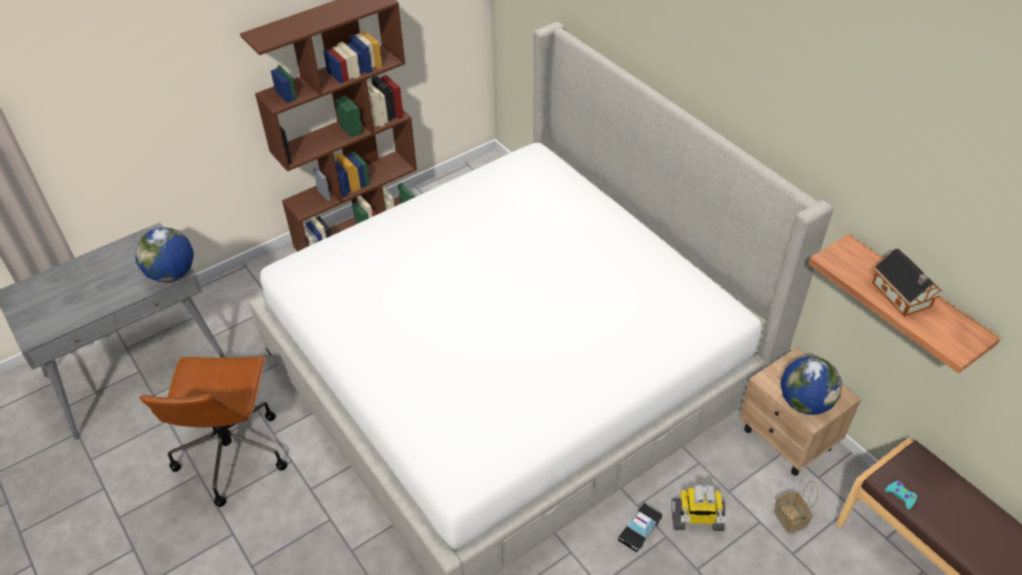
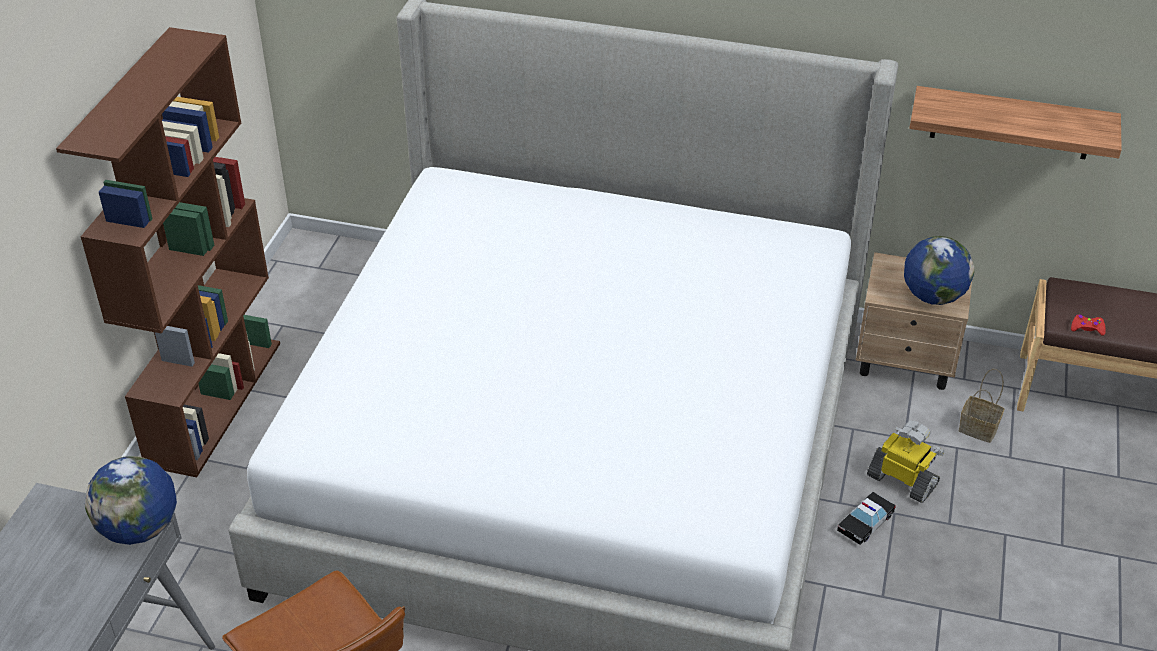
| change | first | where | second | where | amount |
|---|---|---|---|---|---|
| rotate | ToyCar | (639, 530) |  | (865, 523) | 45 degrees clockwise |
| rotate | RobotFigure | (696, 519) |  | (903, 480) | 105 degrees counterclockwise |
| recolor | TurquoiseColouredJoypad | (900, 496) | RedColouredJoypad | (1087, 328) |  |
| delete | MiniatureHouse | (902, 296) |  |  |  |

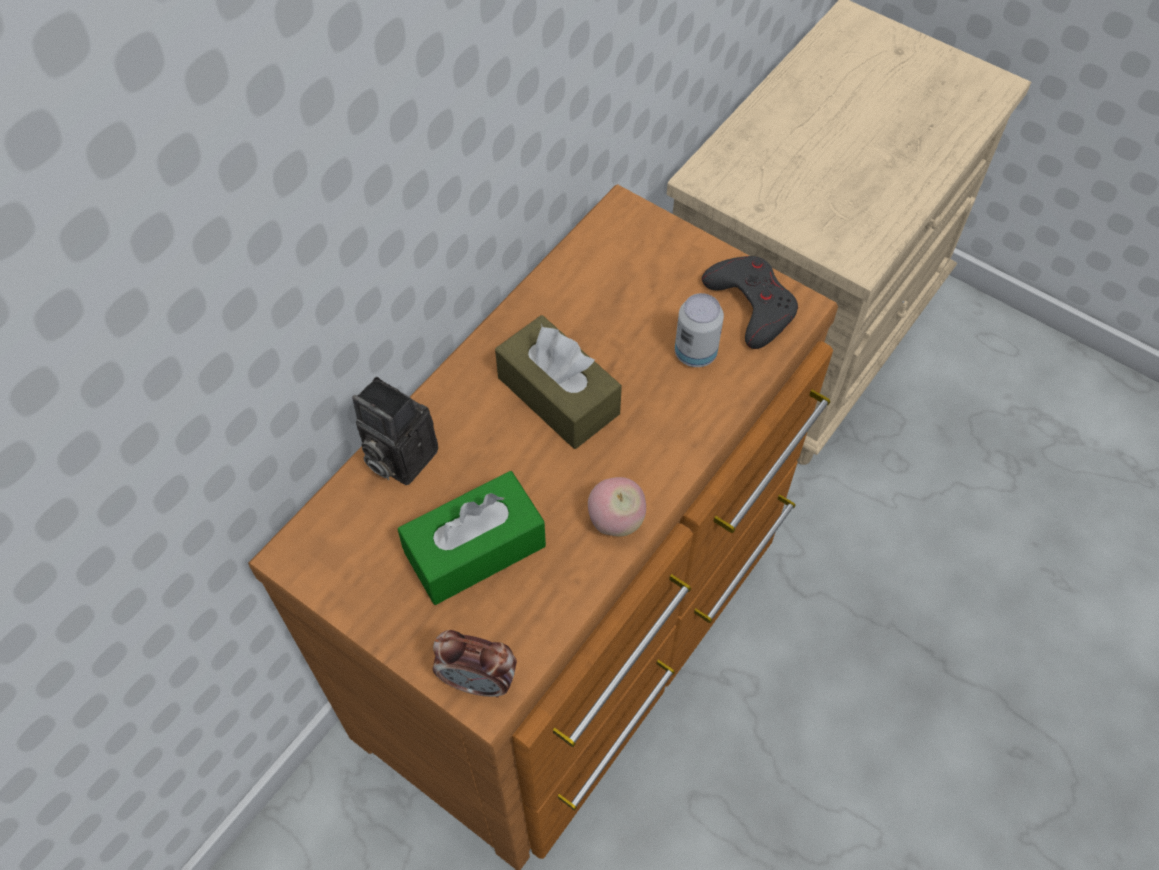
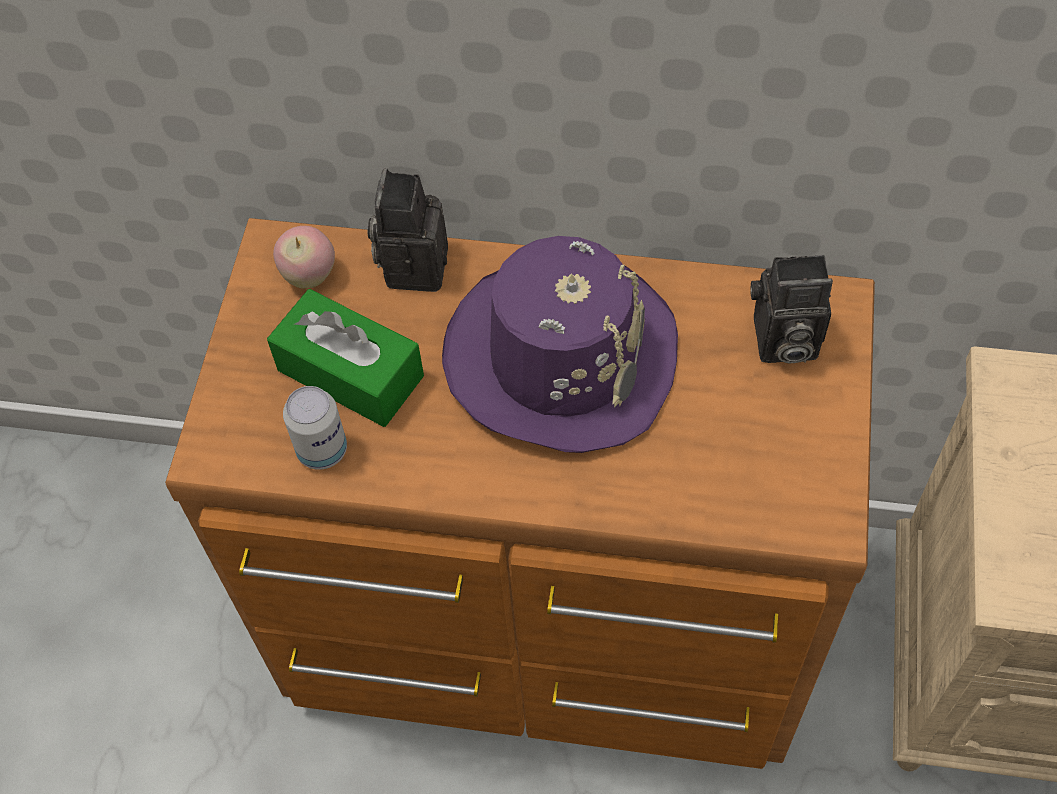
| change | first | where | second | where | amount |
|---|---|---|---|---|---|
| move | Apple | (616, 521) |  | (309, 276) |  |
| move | SealedCan | (695, 353) |  | (322, 450) |  |
| replace | BrownishTissueBox | (558, 395) | PurpleColouredWearableHat | (561, 356) |  |
| insert |  |  | PhotoCamera | (782, 342) |  |
| delete | BedsideClock | (478, 681) |  |  |  |
| delete | GreyishJoypad | (751, 305) |  |  |  |

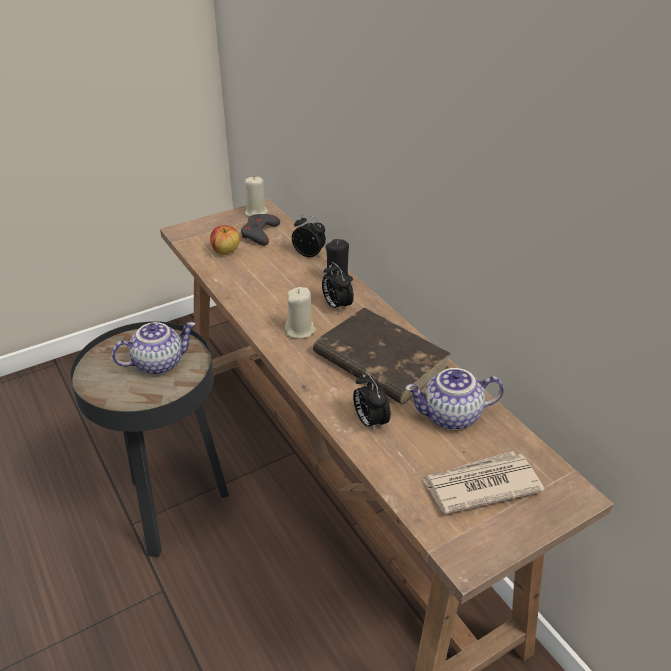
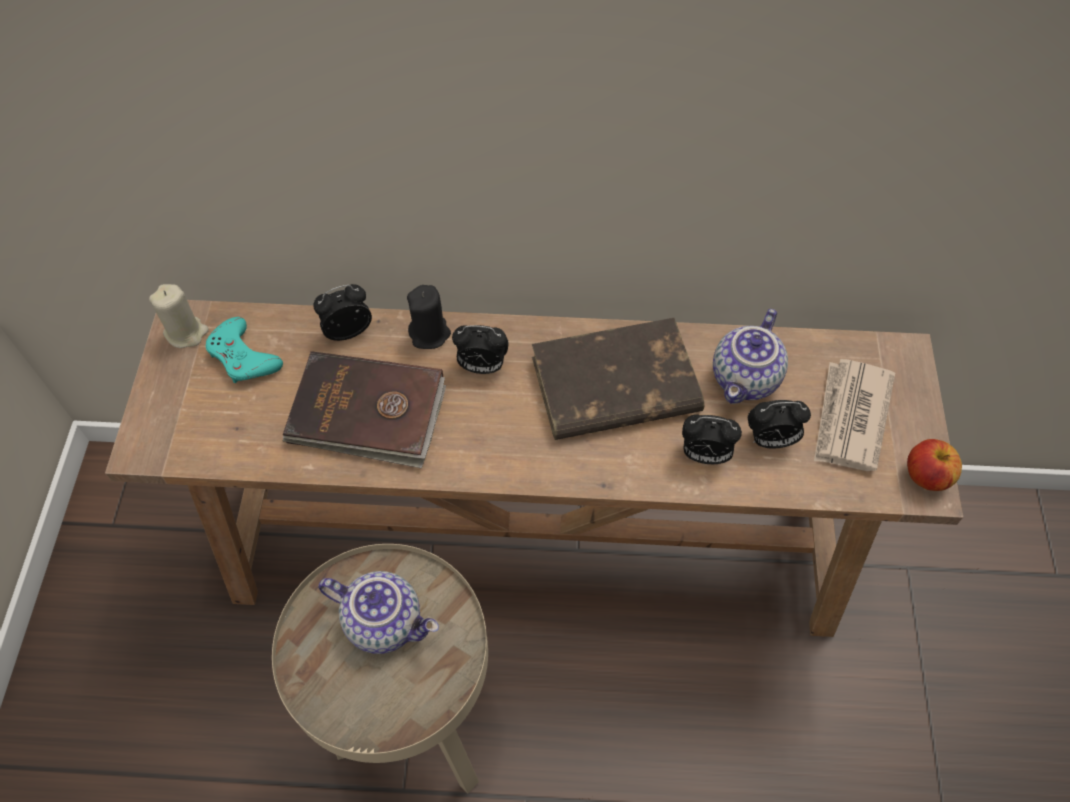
| change | first | where | second | where | amount |
|---|---|---|---|---|---|
| recolor | GreyishJoypad | (260, 233) | TurquoiseColouredJoypad | (243, 357) |  |
| recolor | BlackAccentTable | (173, 509) | BeigeColouredAccentTable | (416, 728) |  |
| insert |  |  | BrownishBook | (367, 413) |  |
| rotate | TeaPot | (159, 363) |  | (385, 621) | 105 degrees clockwise |
| insert |  |  | BedsideClock | (770, 440) |  |
| move | Apple | (226, 251) |  | (925, 476) |  |
| delete | BeigeColouredCandle | (300, 330) |  |  |  |

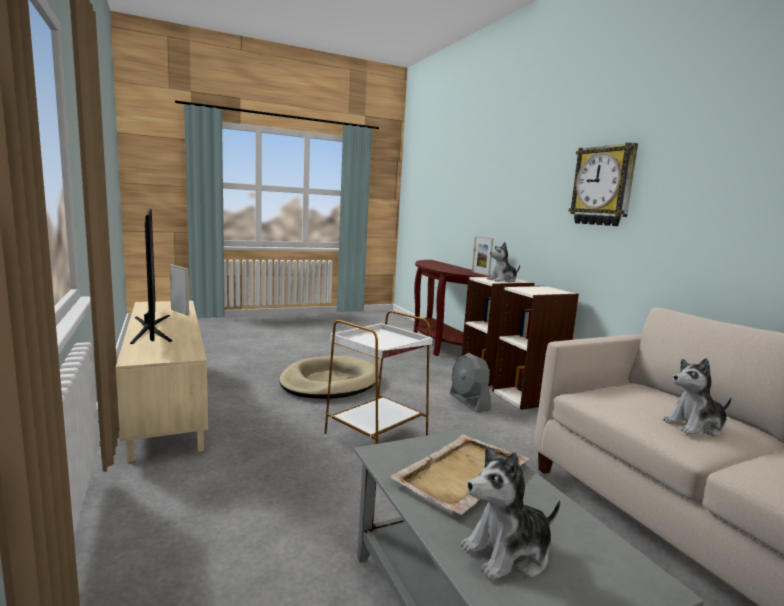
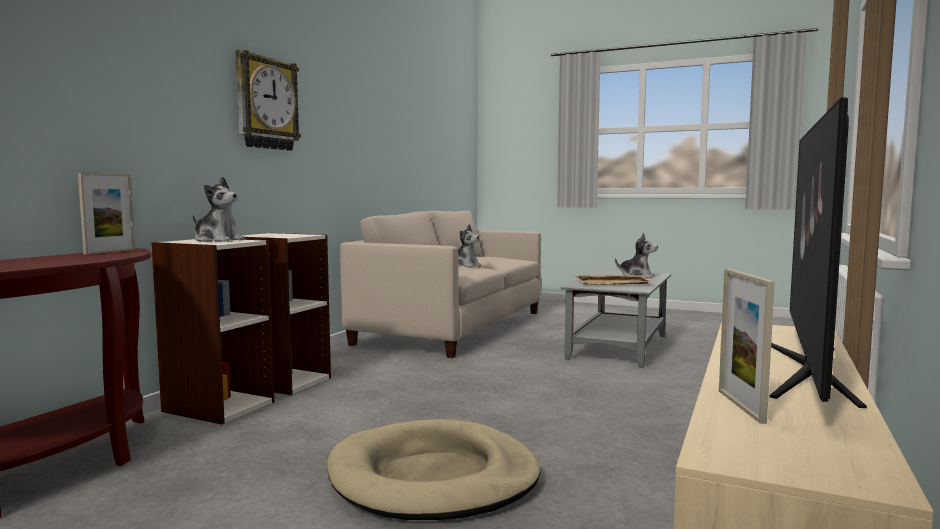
| change | first | where | second | where | amount |
|---|---|---|---|---|---|
| delete | WhiteAccentTable | (375, 438) |  |  |  |
| delete | GreyishCoolingFan | (469, 402) |  |  |  |

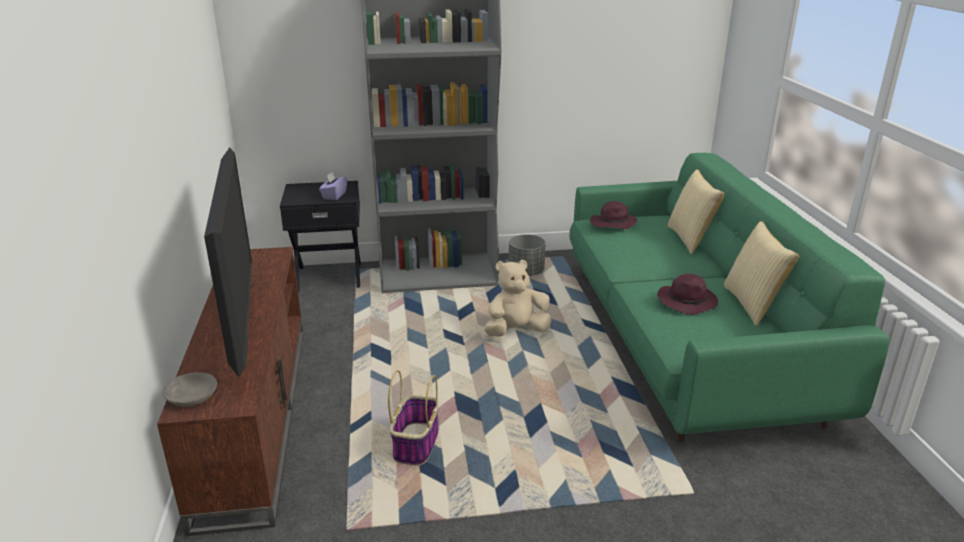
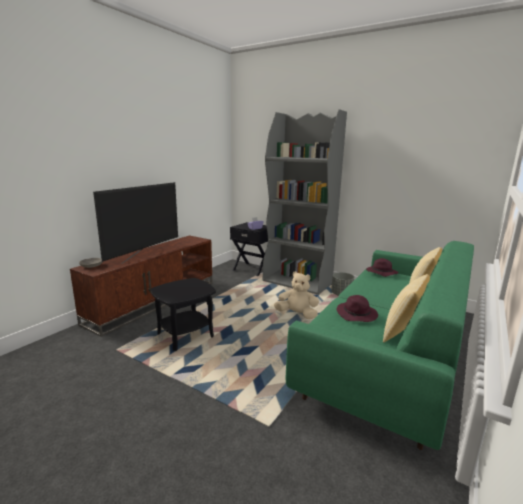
| change | first | where | second | where | amount |
|---|---|---|---|---|---|
| replace | StorageBasket | (416, 444) | BlackAccentTable | (185, 335) |  |

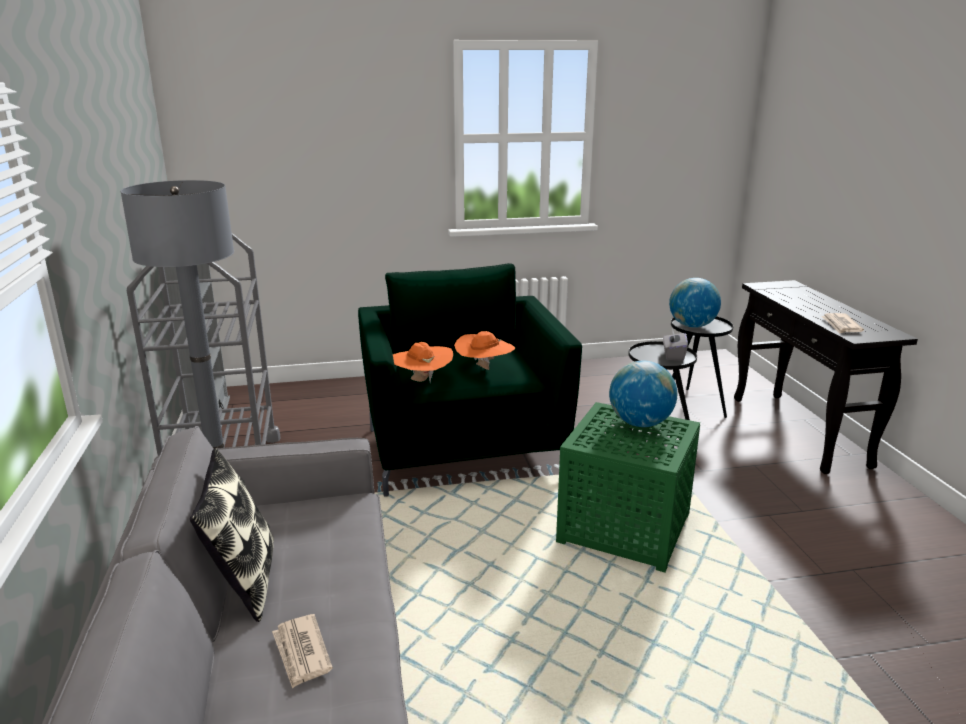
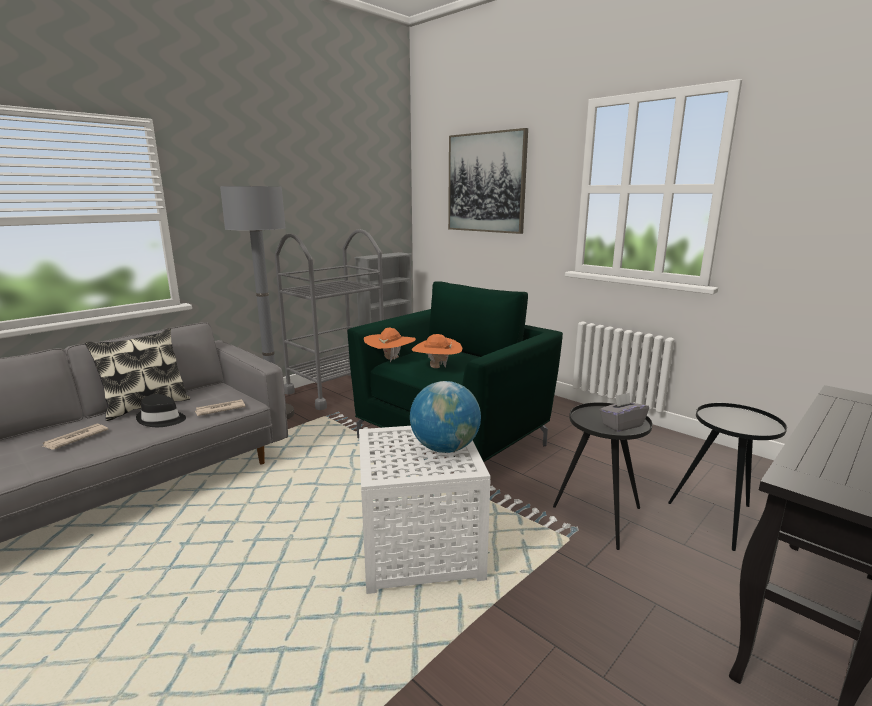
| change | first | where | second | where | amount |
|---|---|---|---|---|---|
| insert |  |  | BlackWearableHat | (161, 419) |  |
| move | PrintedPaper | (841, 325) |  | (219, 409) |  |
| recolor | GreenColouredAccentTable | (626, 527) | WhiteAccentTable | (422, 549) |  |
| insert |  |  | WallPicture | (486, 183) |  |
| delete | DeskGlobe | (692, 326) |  |  |  |

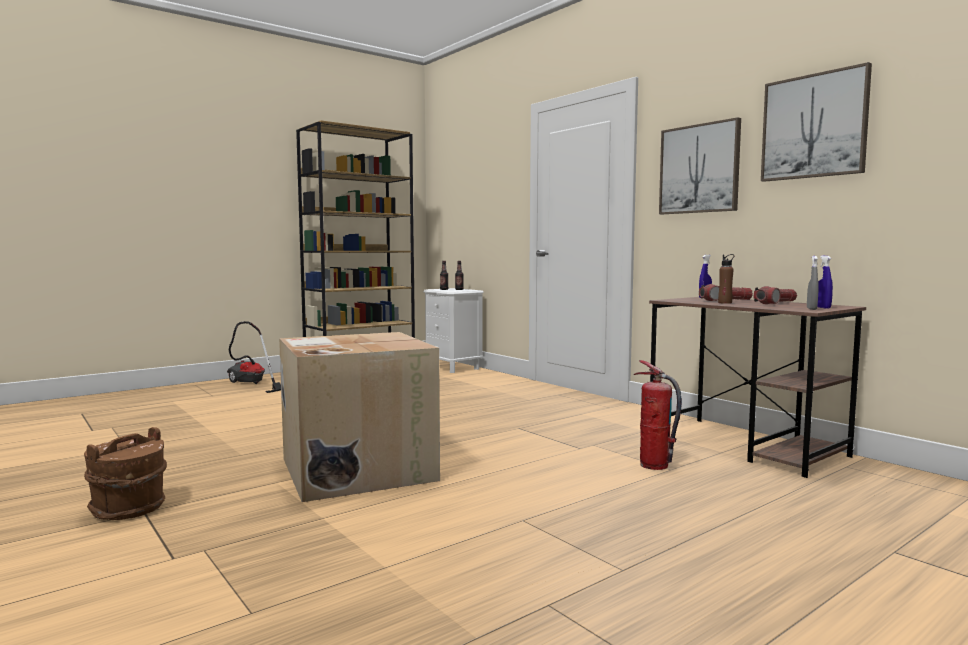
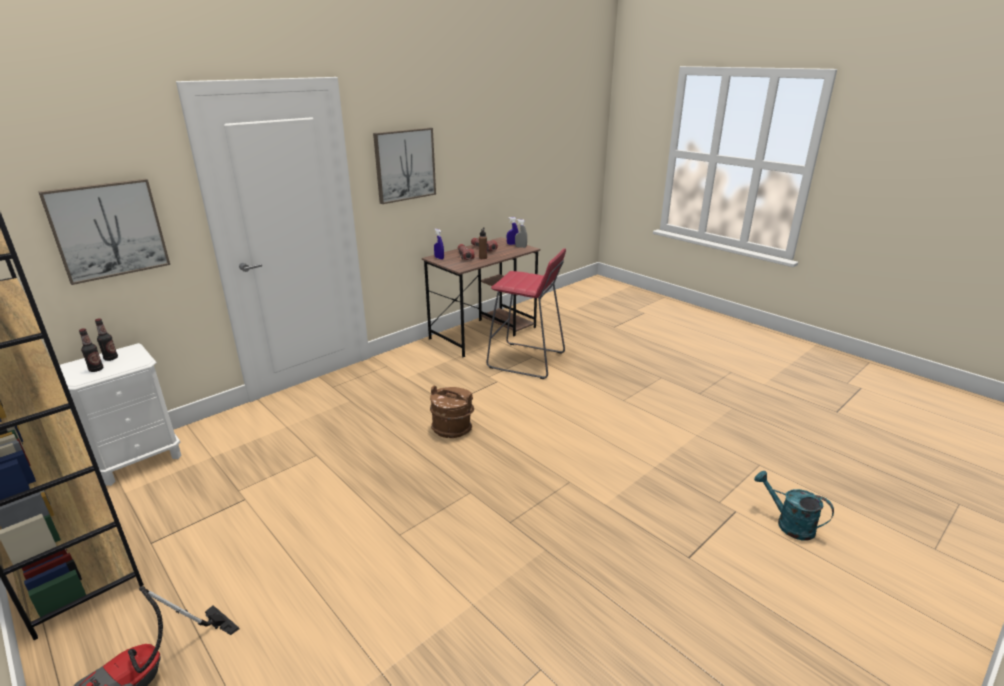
| change | first | where | second | where | amount |
|---|---|---|---|---|---|
| move | WallPicture | (814, 126) |  | (108, 230) |  |
| move | BrownishBucket | (129, 509) |  | (452, 428) |  |
| replace | FireExtinguisher | (654, 465) | RedColouredSittingStool | (526, 360) |  |
| insert |  |  | TurquoiseColouredWateringCan | (788, 524) |  |
| delete | PackingBox | (355, 469) |  |  |  |

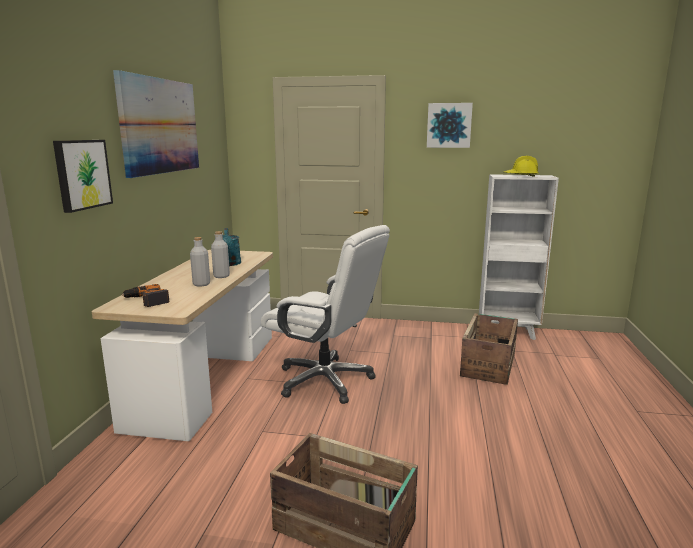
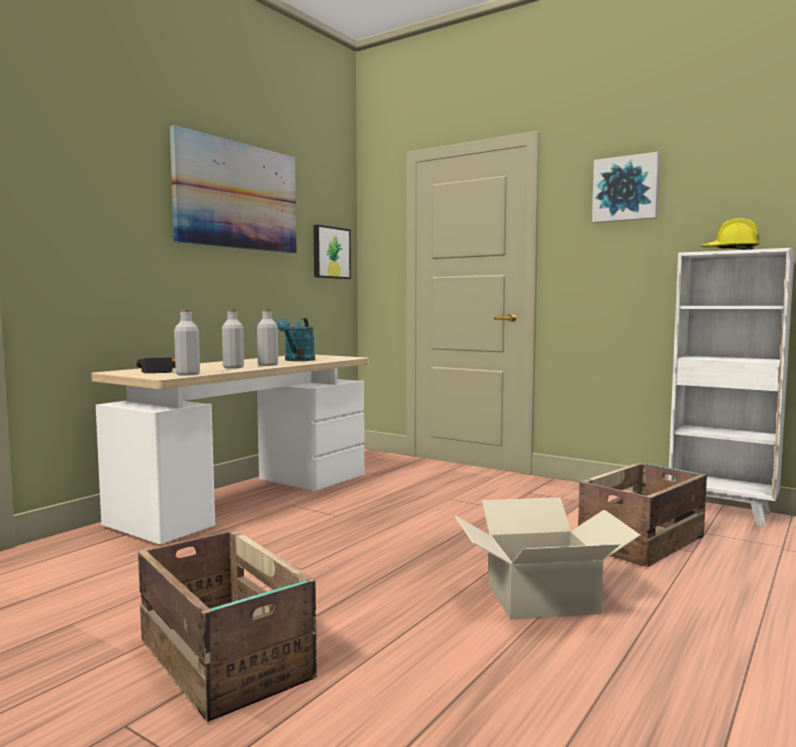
| change | first | where | second | where | amount |
|---|---|---|---|---|---|
| insert |  |  | GreyishBottle | (188, 374) |  |
| move | WallPicture | (82, 174) |  | (330, 252) |  |
| insert |  |  | PackingBox | (541, 598) |  |
| delete | WhiteComputerChair | (325, 380) |  |  |  |

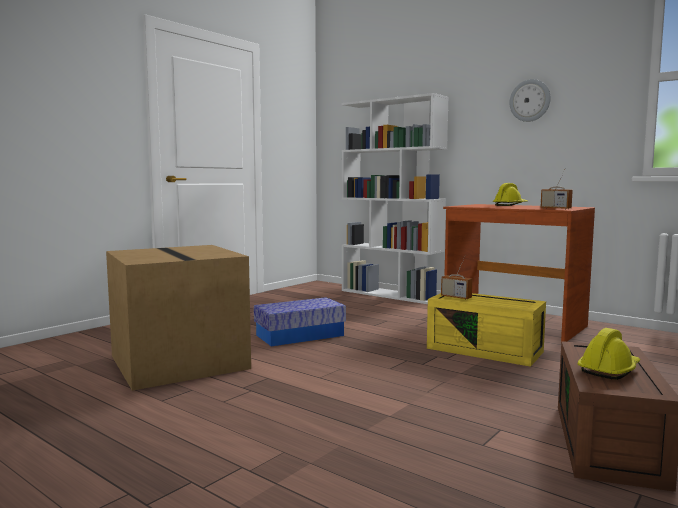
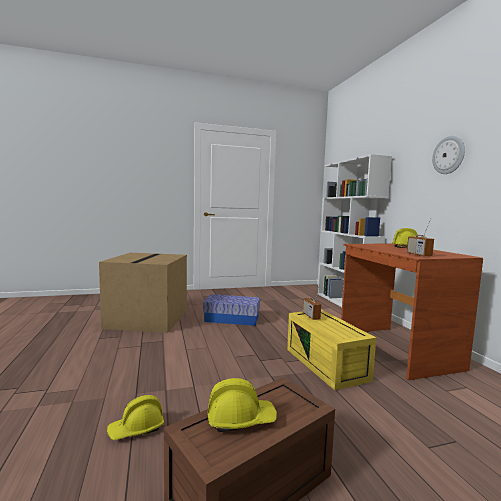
| change | first | where | second | where | amount |
|---|---|---|---|---|---|
| insert |  |  | YellowColouredWorkHelmet | (136, 429) |  |

